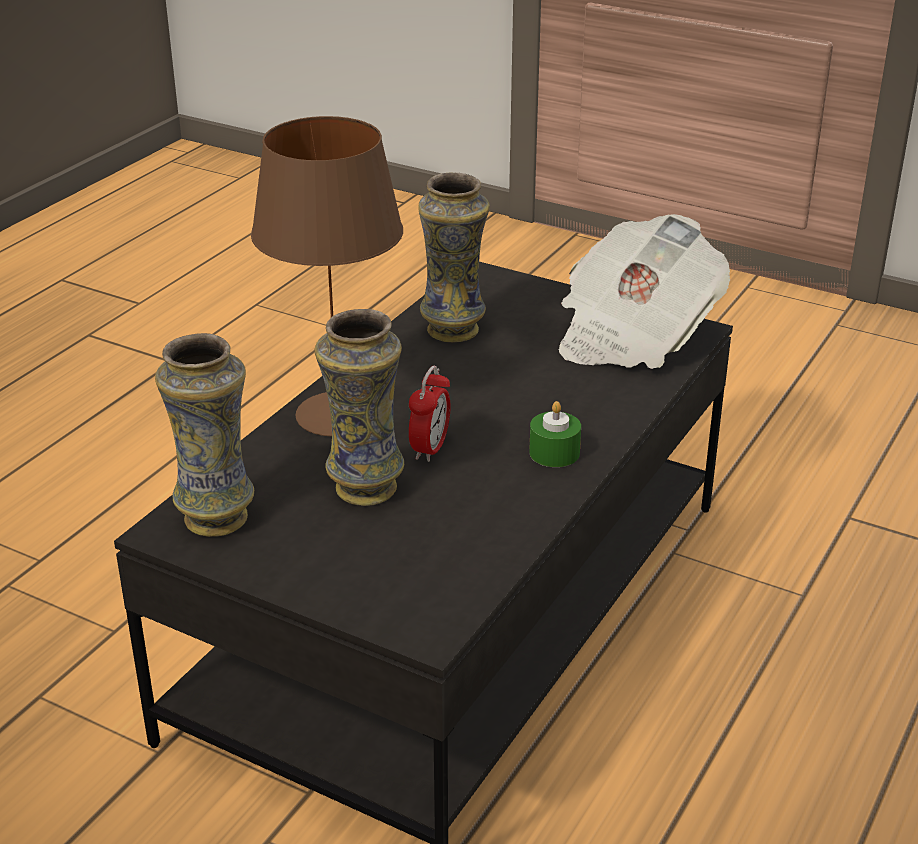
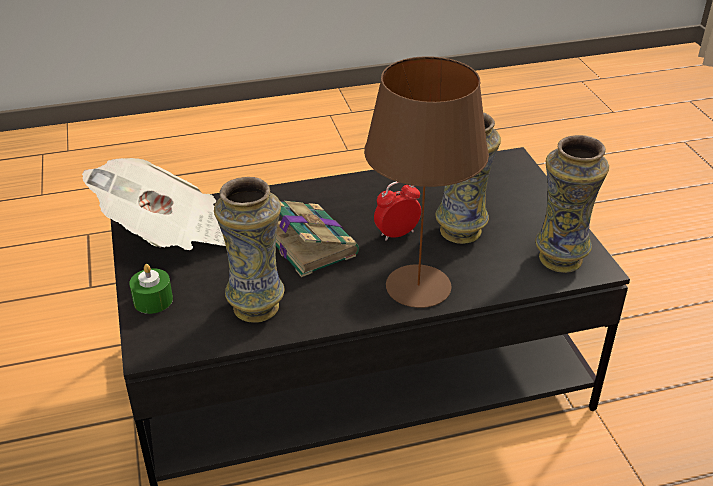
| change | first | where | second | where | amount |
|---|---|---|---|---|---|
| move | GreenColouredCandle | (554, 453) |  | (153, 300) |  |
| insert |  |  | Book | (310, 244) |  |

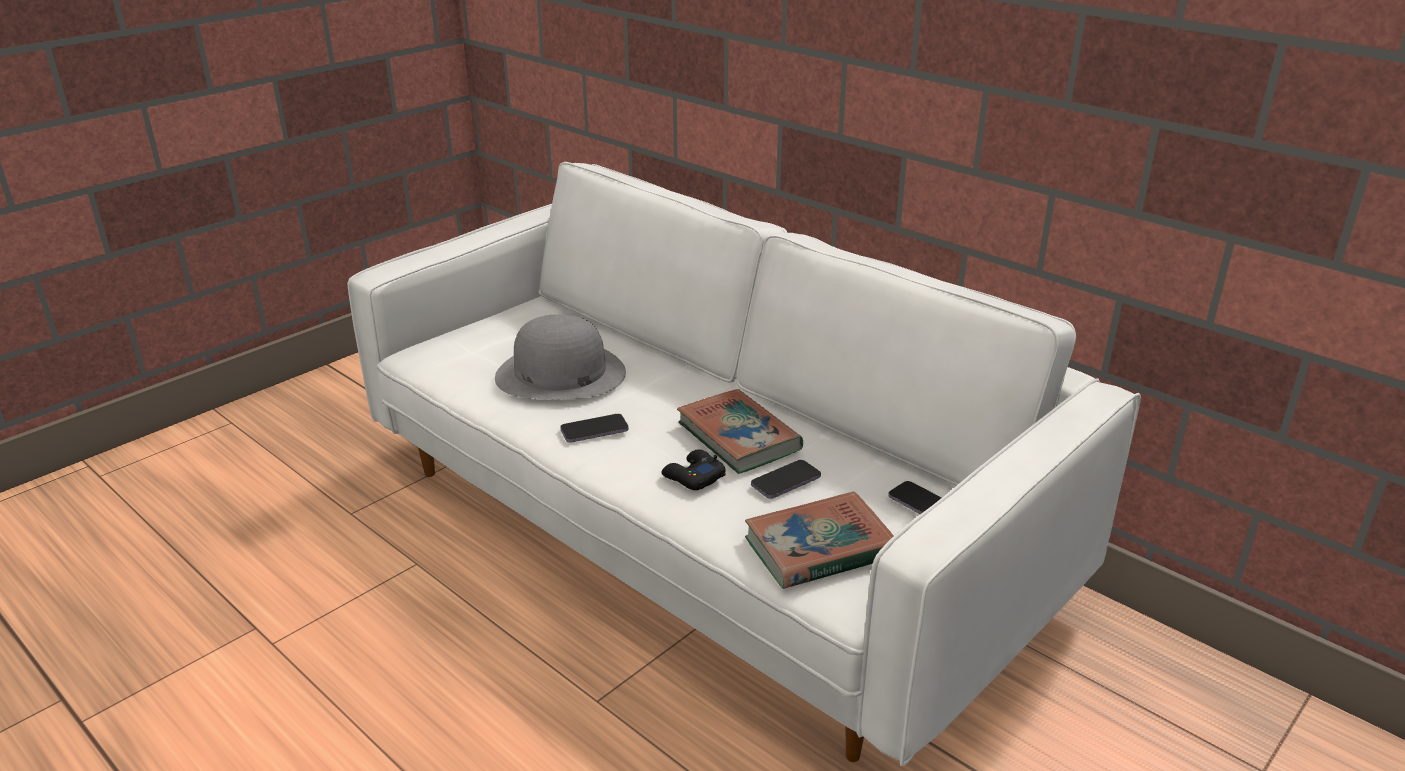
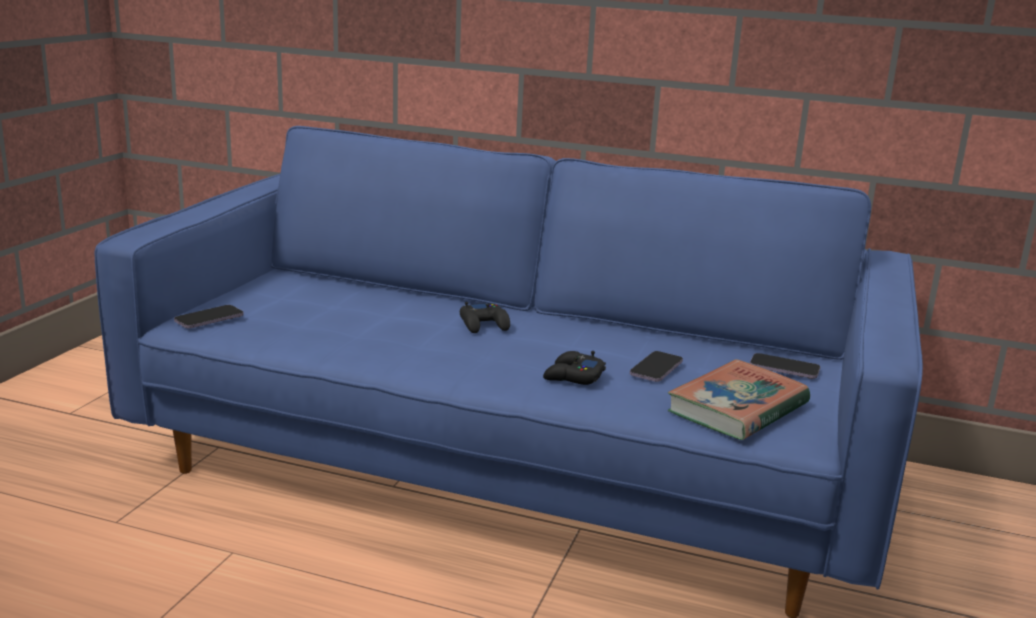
| change | first | where | second | where | amount |
|---|---|---|---|---|---|
| recolor | WhiteCouch | (702, 530) | BlueCouch | (510, 468) |  |
| move | Phone | (594, 430) |  | (209, 319) |  |
| insert |  |  | BlackJoypad | (484, 324) |  |
| delete | GreyishWearableHat | (560, 374) |  |  |  |
| delete | Book | (738, 437) |  |  |  |

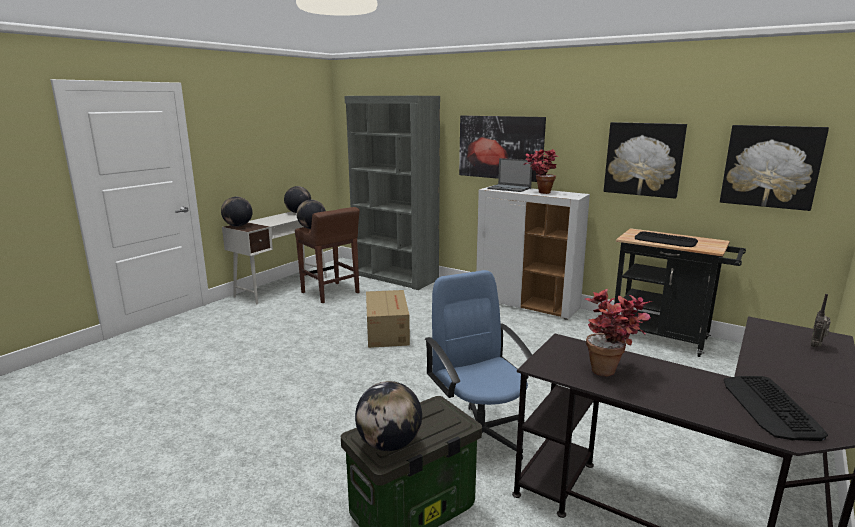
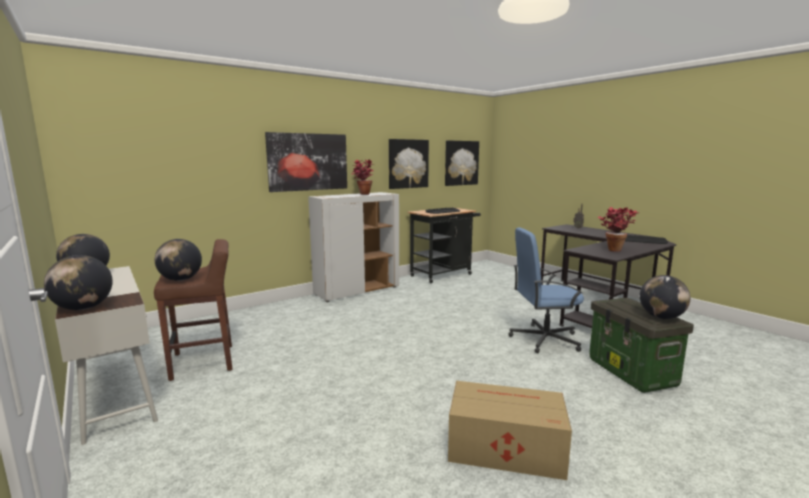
| change | first | where | second | where | amount |
|---|---|---|---|---|---|
| move | PackingBox | (387, 331) |  | (503, 447) |  |
| delete | GreyishShelvingUnit | (395, 277) |  |  |  |
| delete | NotebookComputer | (510, 188) |  |  |  |

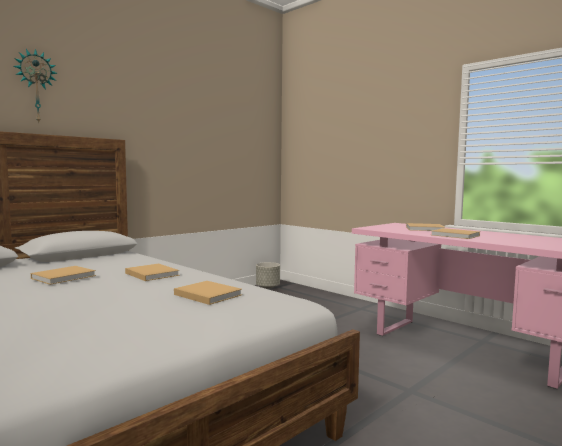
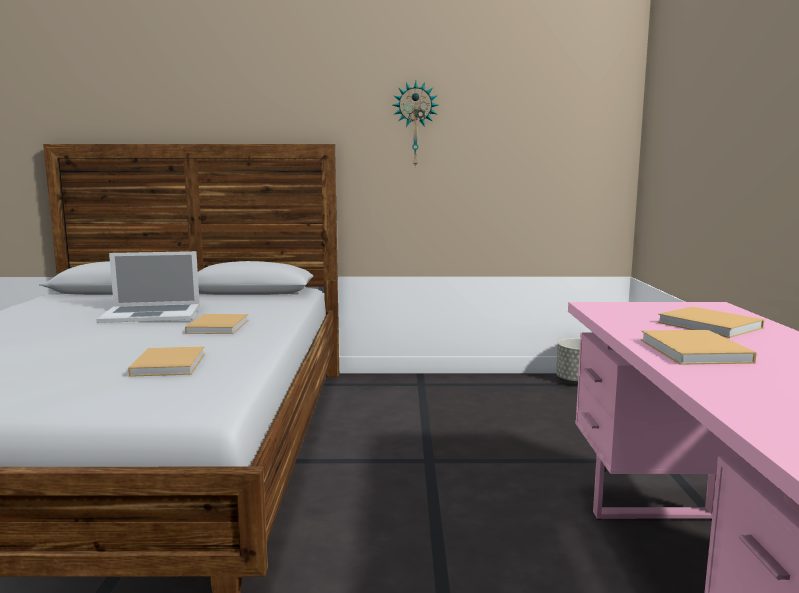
| change | first | where | second | where | amount |
|---|---|---|---|---|---|
| replace | BeigeColouredBook | (65, 277) | NotebookComputer | (151, 314) |  |
| move | ClockOnTheWall | (36, 86) |  | (415, 124) |  |

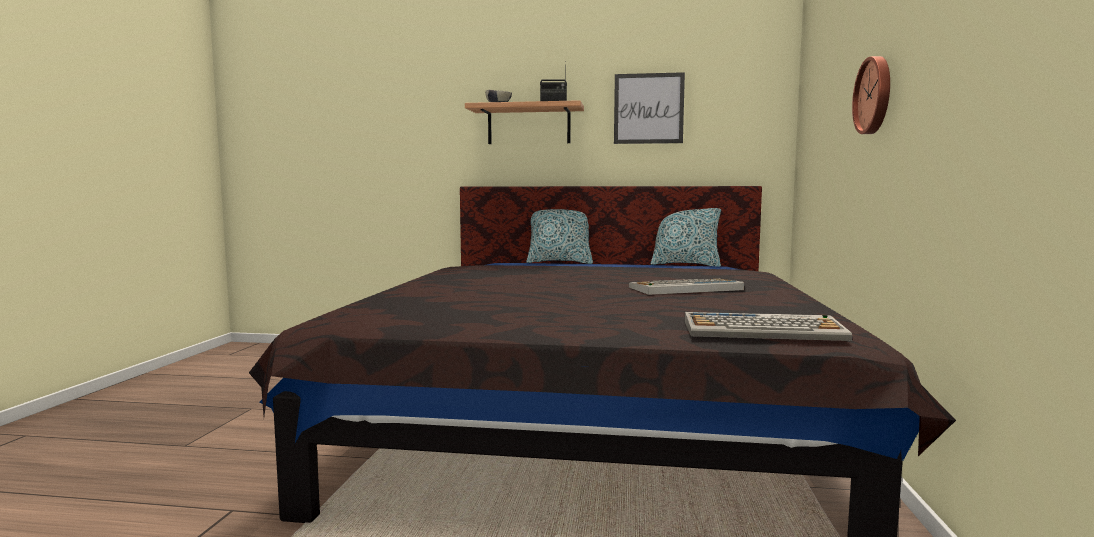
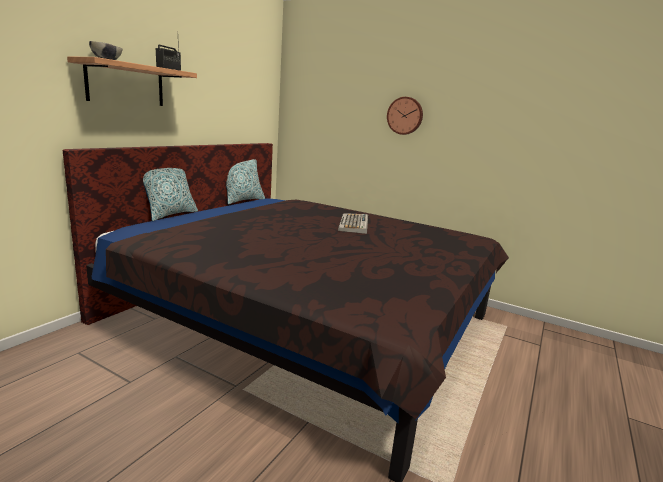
| change | first | where | second | where | amount |
|---|---|---|---|---|---|
| delete | WallPicture | (648, 108) |  |  |  |
| delete | PcKeyboard | (763, 330) |  |  |  |

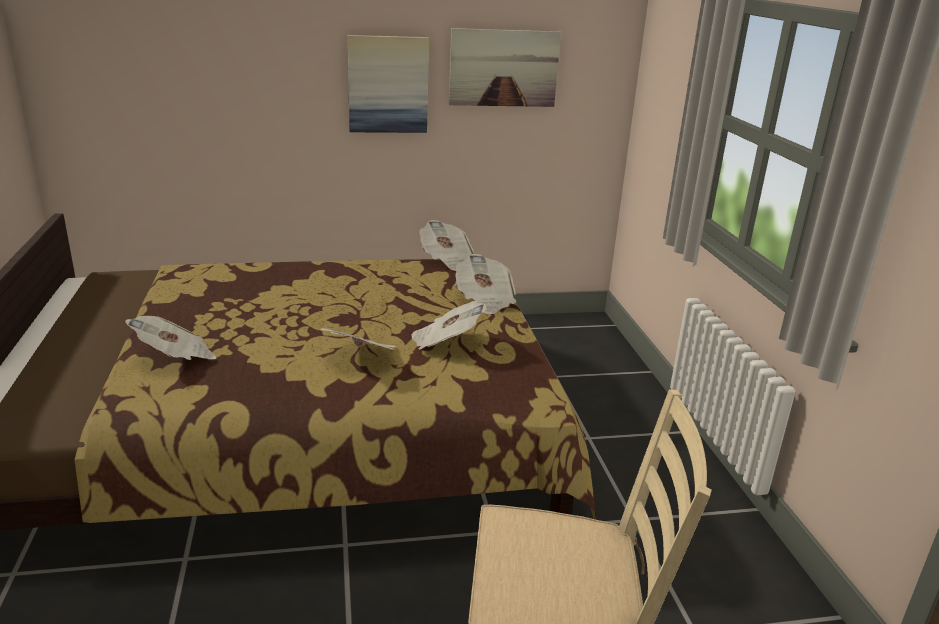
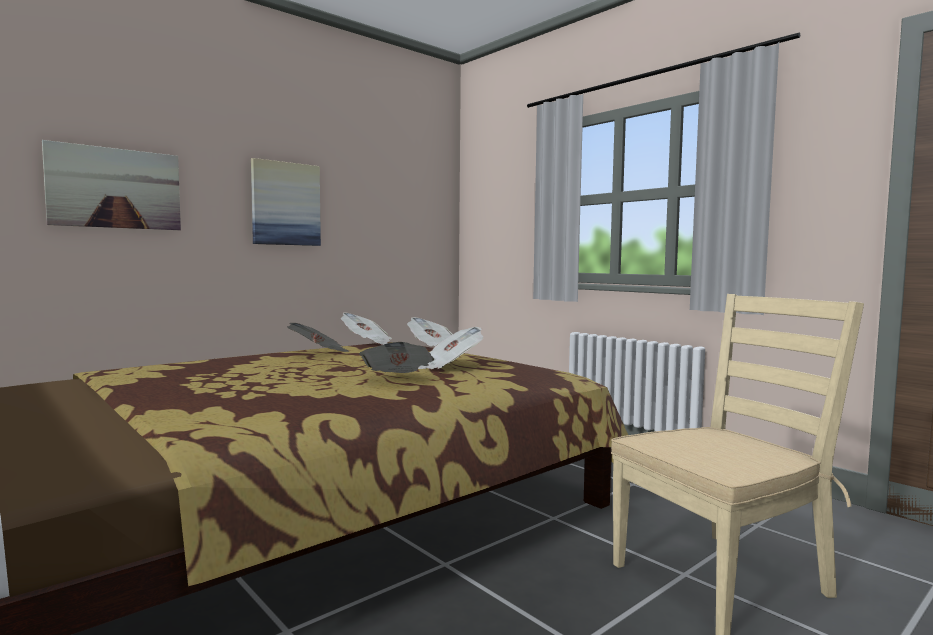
| change | first | where | second | where | amount |
|---|---|---|---|---|---|
| move | WallPicture | (503, 68) |  | (115, 188) |  |
| move | PrintedPaper | (176, 357) |  | (319, 354) |  |

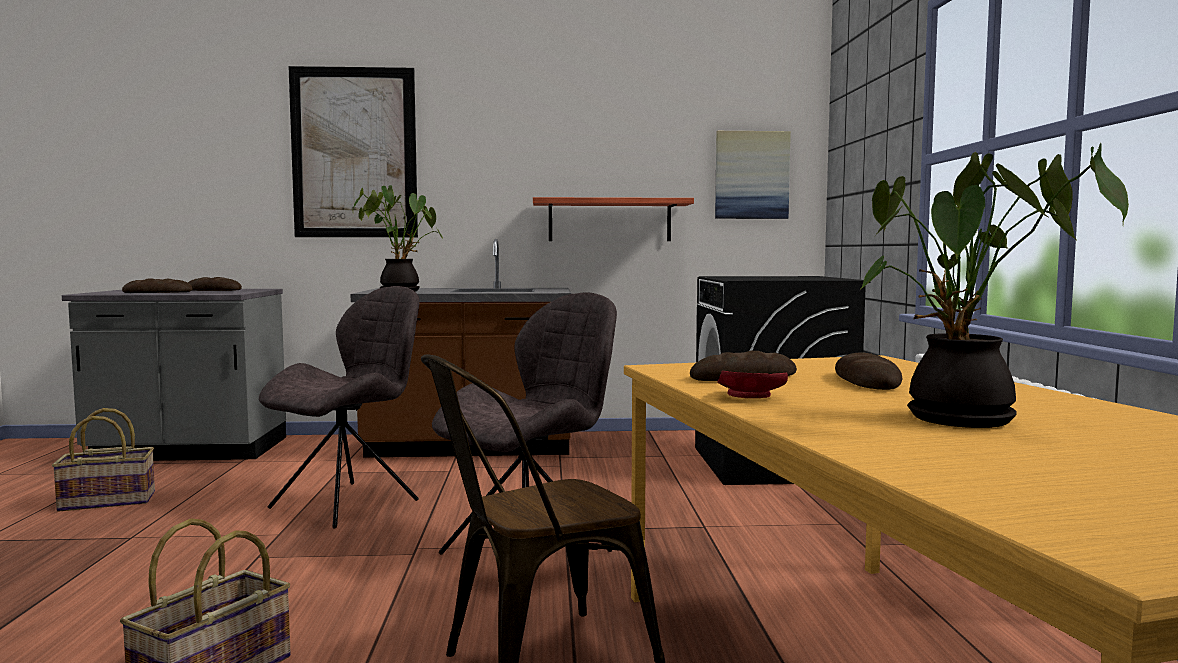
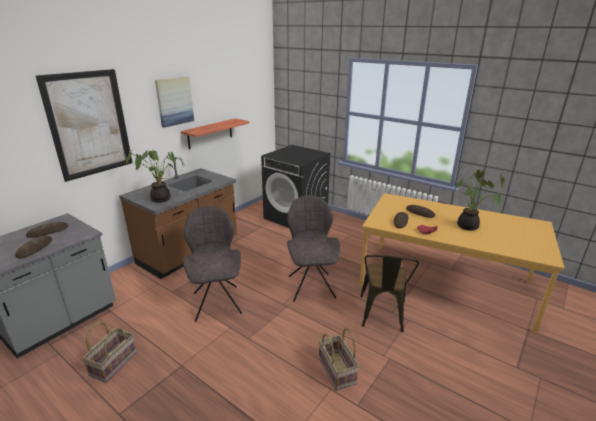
| change | first | where | second | where | amount |
|---|---|---|---|---|---|
| move | WallPicture | (751, 175) |  | (174, 101) |  |

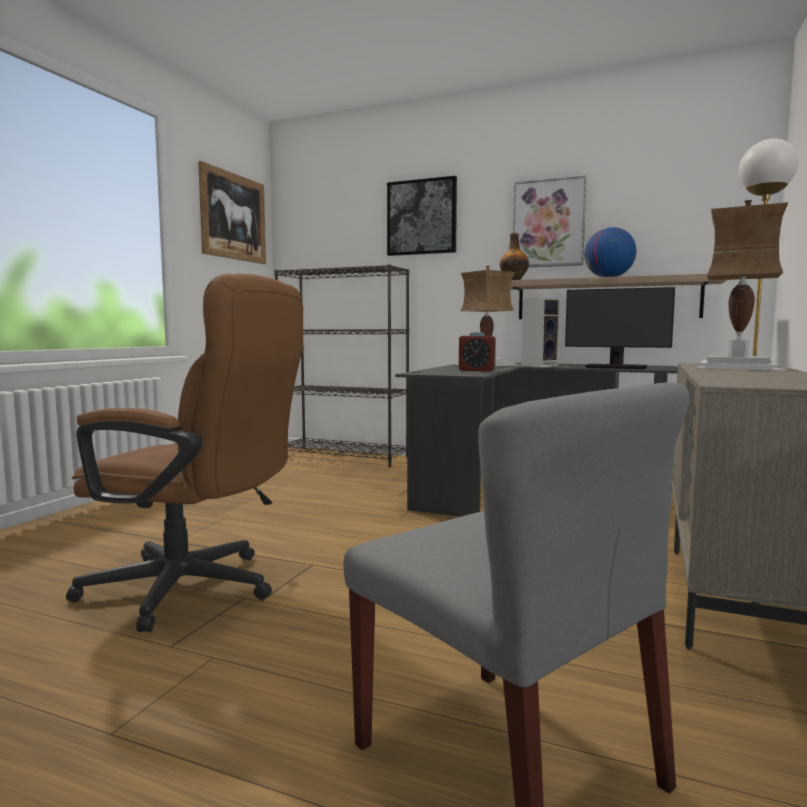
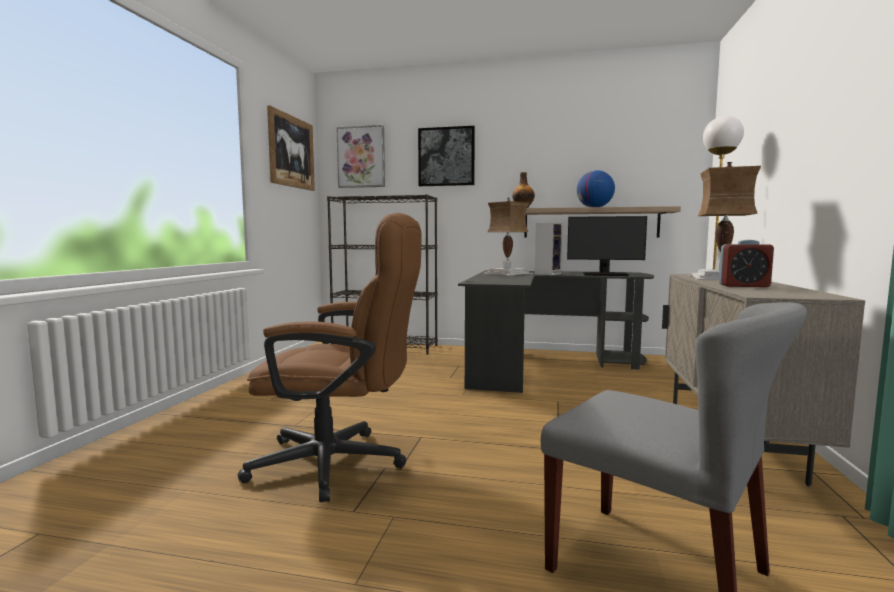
| change | first | where | second | where | amount |
|---|---|---|---|---|---|
| move | WallPicture | (548, 223) |  | (361, 157) |  |
| move | BedsideClock | (477, 370) |  | (744, 286) |  |

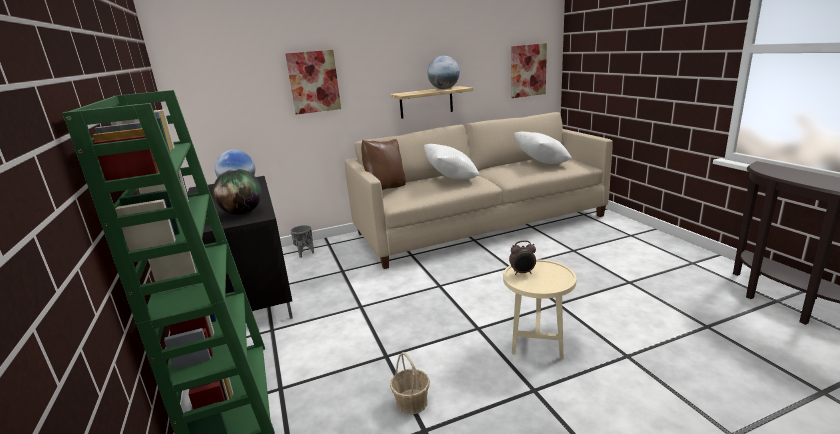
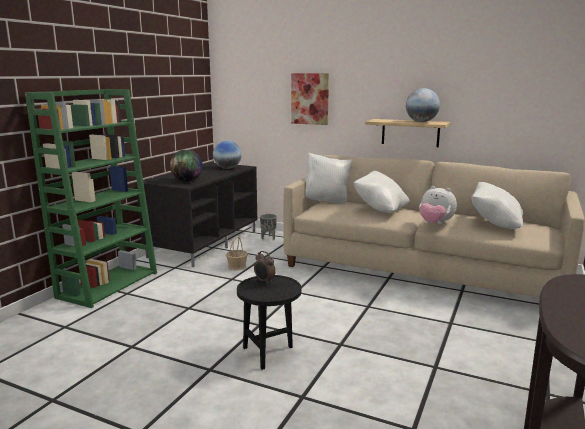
| change | first | where | second | where | amount |
|---|---|---|---|---|---|
| move | StorageBasket | (412, 402) |  | (237, 267) |  |
| recolor | BeigeColouredAccentTable | (537, 343) | BlackAccentTable | (270, 353) |  |
| recolor | BrownishPillow | (385, 189) | WhitePillow | (326, 201) |  |
| insert |  |  | PlushToy | (435, 224) |  |
| delete | WallPicture | (528, 70) |  |  |  |

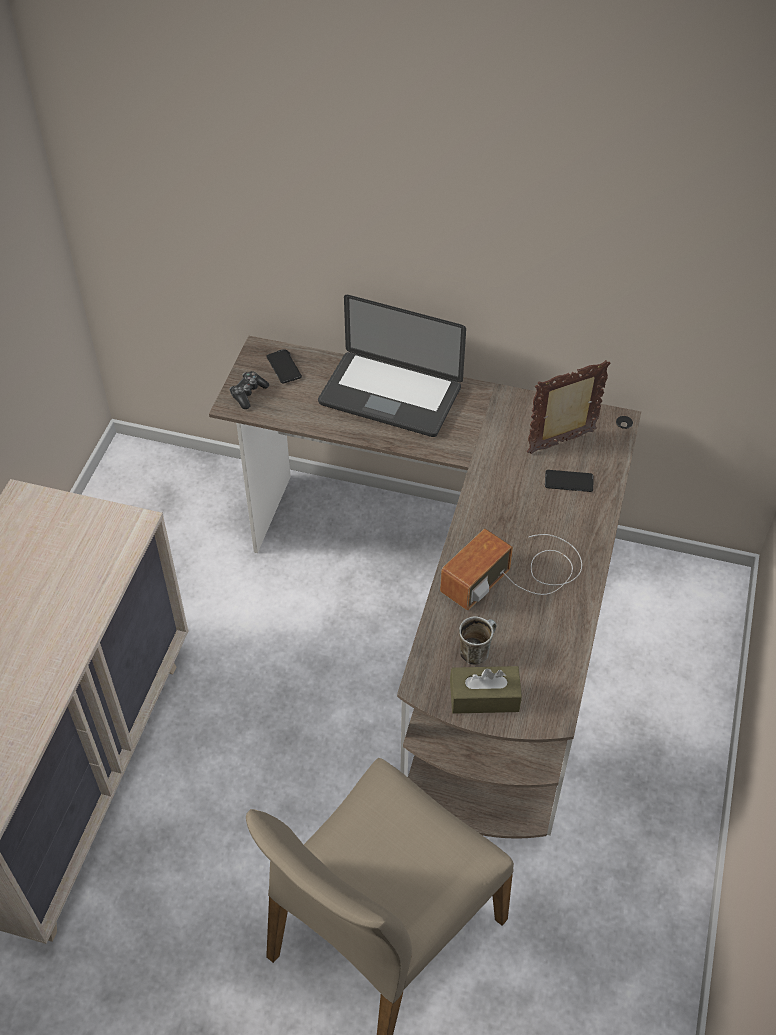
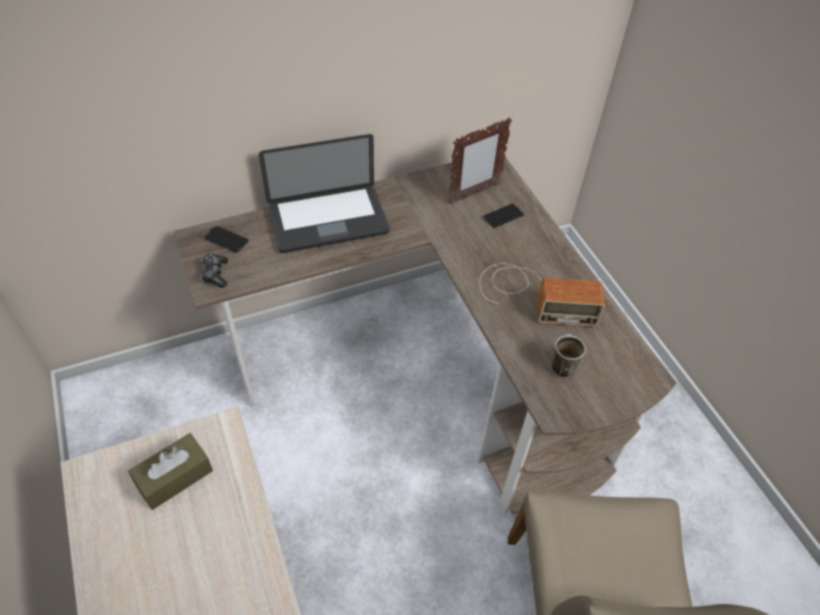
| change | first | where | second | where | amount |
|---|---|---|---|---|---|
| move | BrownishTissueBox | (484, 697) |  | (175, 477) |  |
| rotate | StandingFrame | (562, 442) |  | (474, 193) | 150 degrees counterclockwise |
| rotate | Radio | (517, 574) |  | (534, 295) | 90 degrees counterclockwise |

